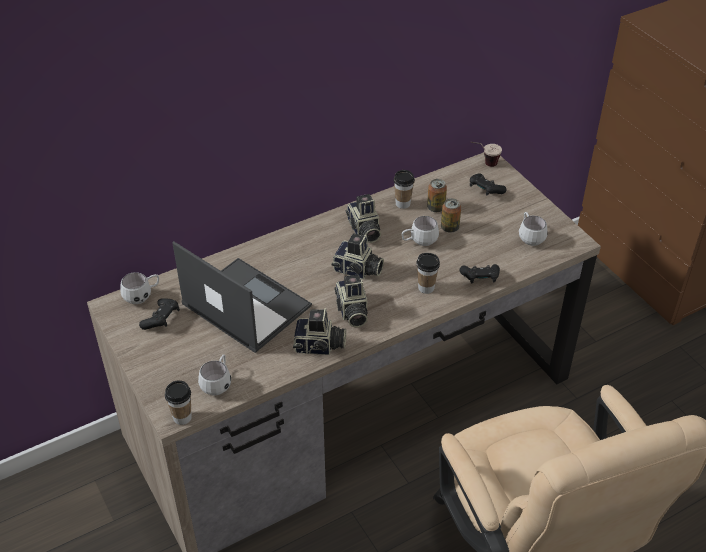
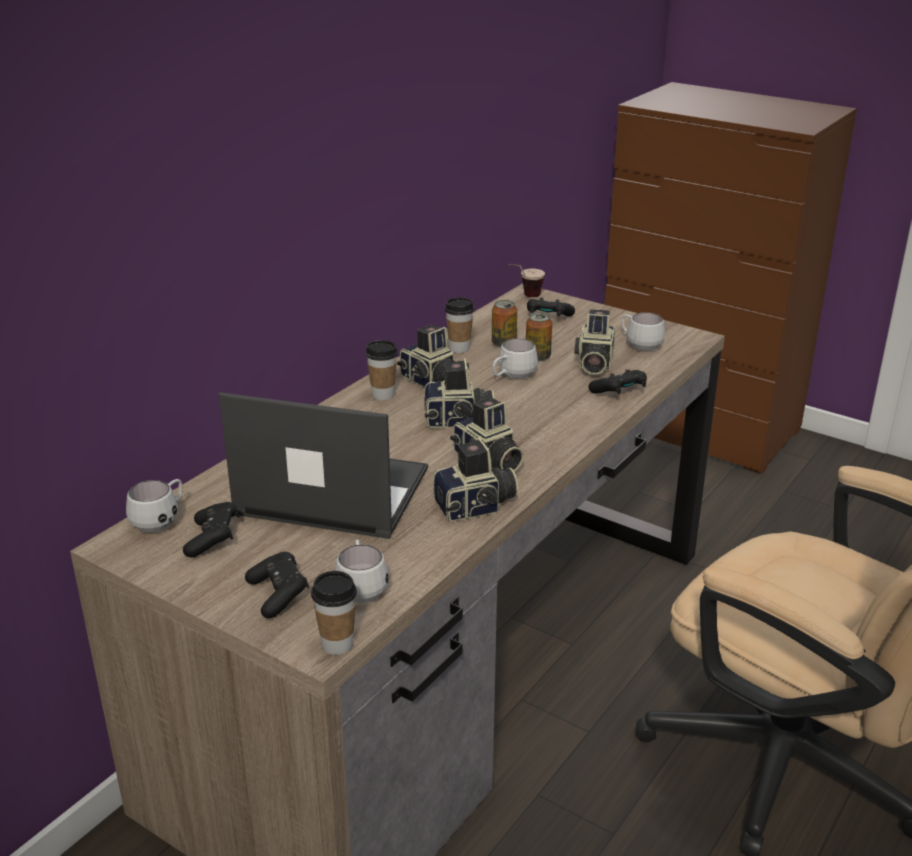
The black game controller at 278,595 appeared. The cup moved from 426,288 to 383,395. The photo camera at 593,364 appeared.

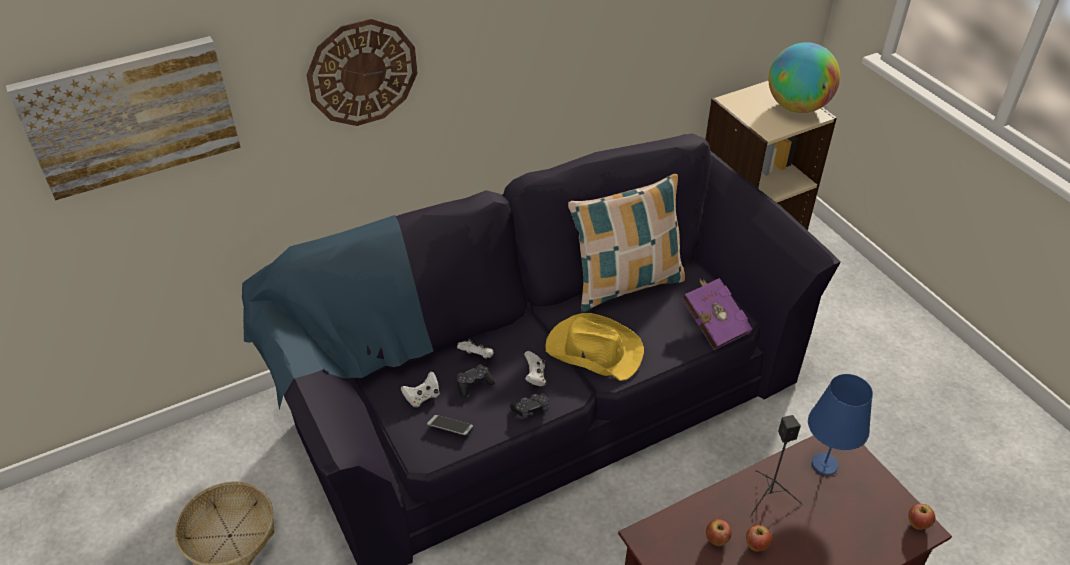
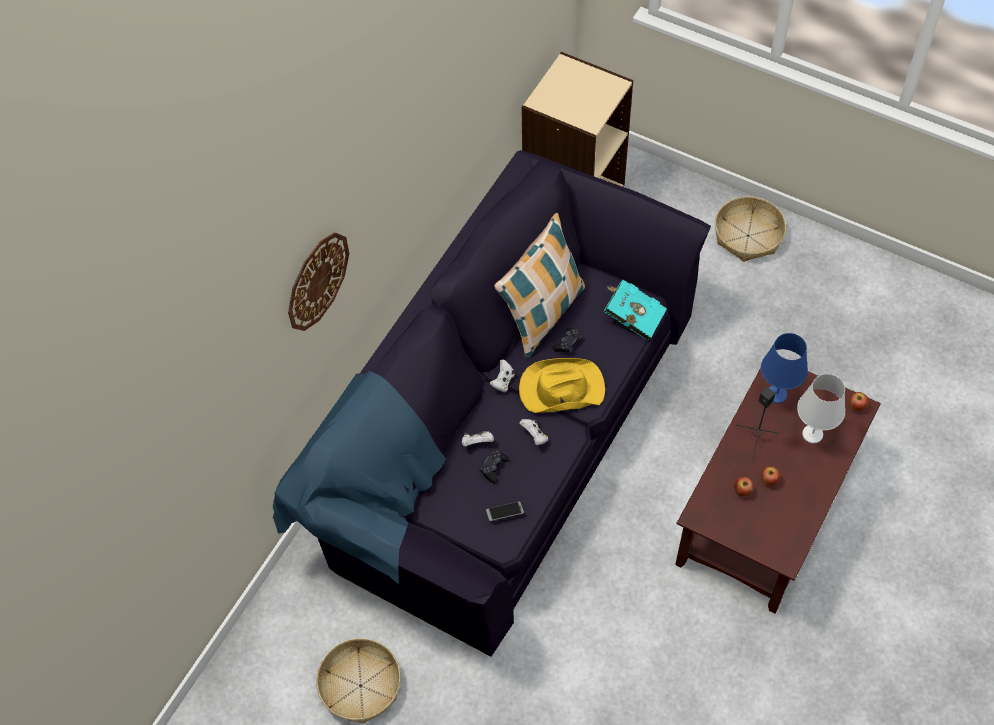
The white game controller moved from 422,397 to 503,381. The black game controller moved from 531,409 to 568,343. The purple book at 713,323 became the turquoise book at 632,316. The basket at 748,235 appeared. The white table lamp at 813,434 appeared. The picture at 130,115 disappeared. The globe at 797,107 disappeared.

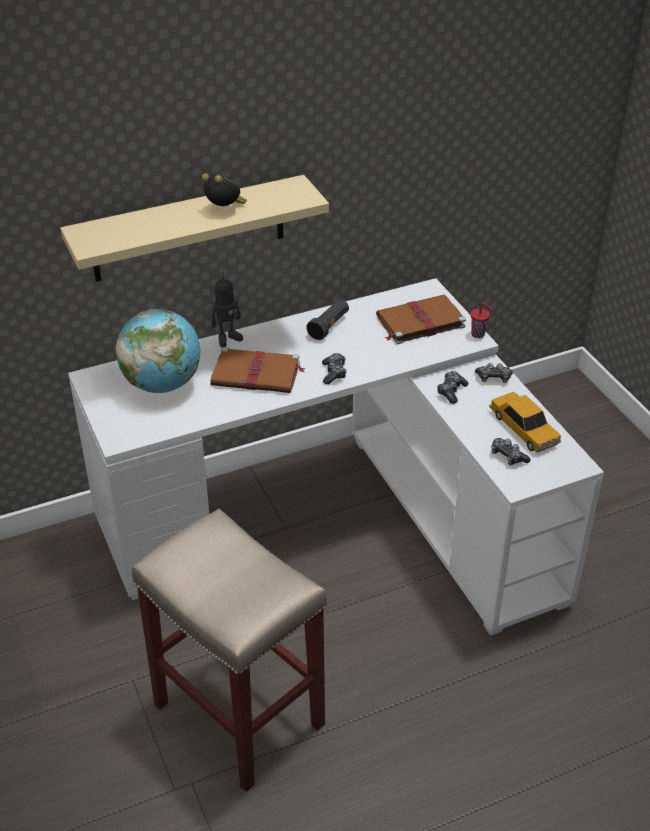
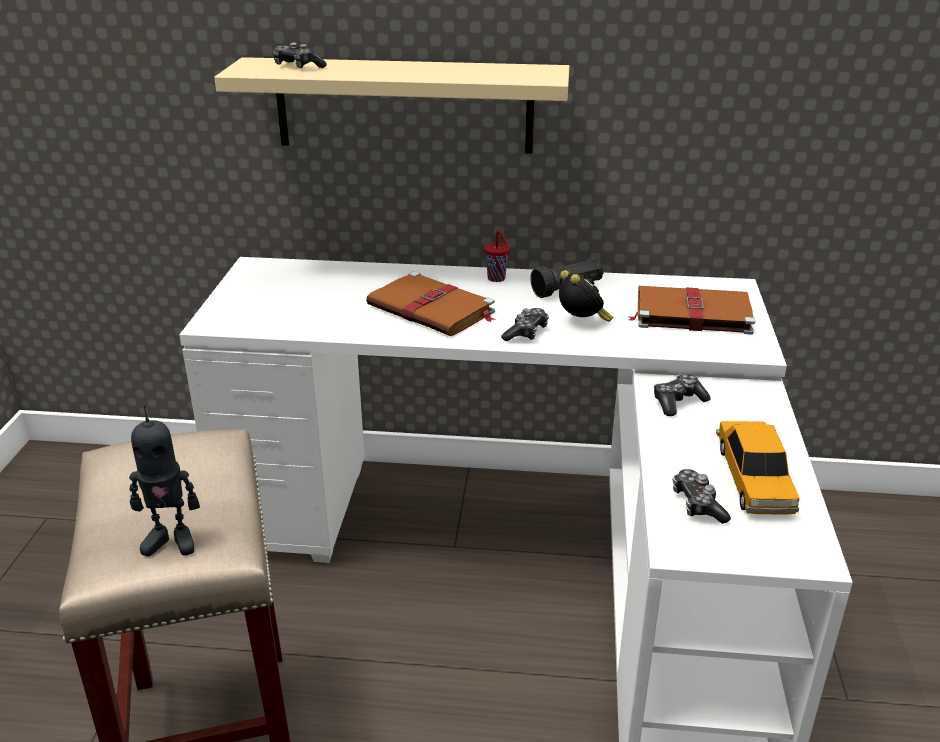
The toy robot moved from 227,338 to 171,541. The game controller moved from 493,378 to 297,67. The red cup moved from 478,334 to 497,279. The alarm clock moved from 225,209 to 582,322. The globe at 162,384 disappeared.

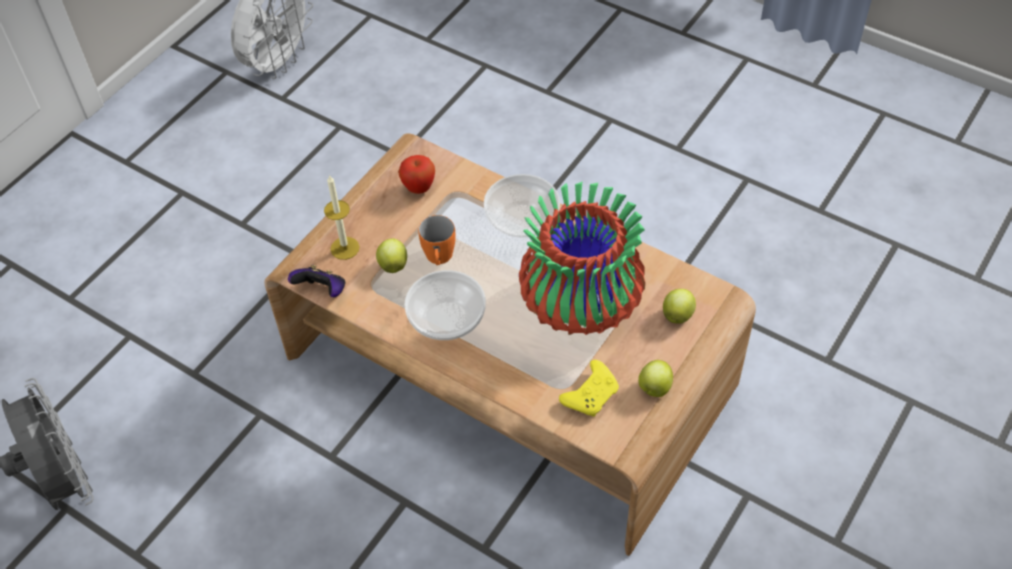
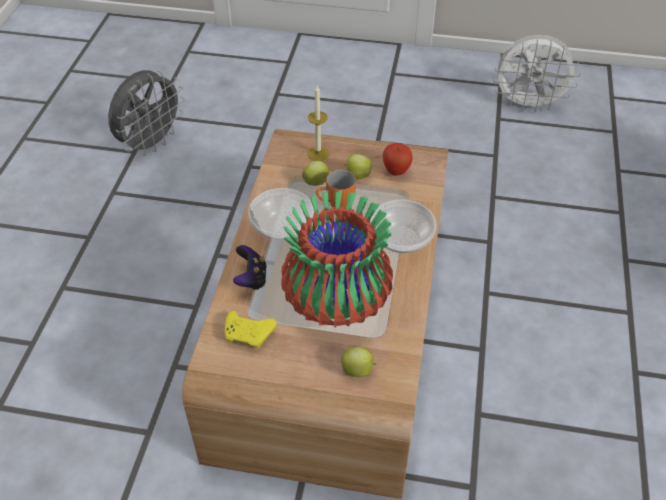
The game controller moved from 322,291 to 251,279. The apple moved from 654,388 to 357,176.

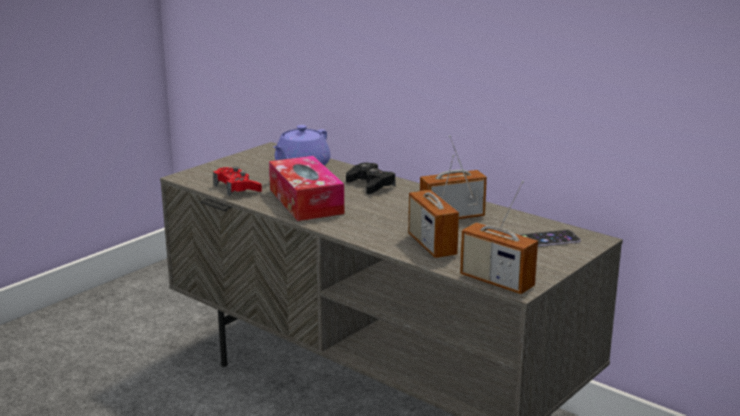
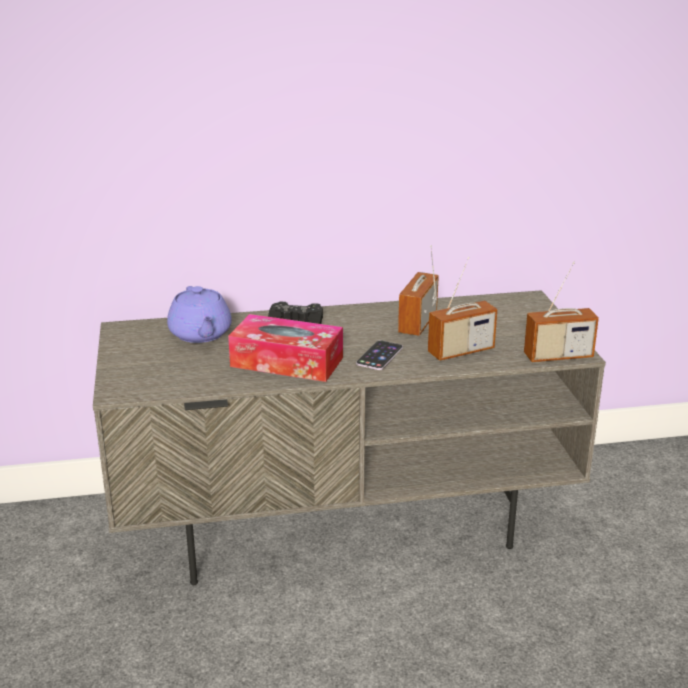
The phone moved from 549,239 to 379,355. The radio at 432,245 turned 45 degrees counterclockwise. The red game controller at 237,188 disappeared.

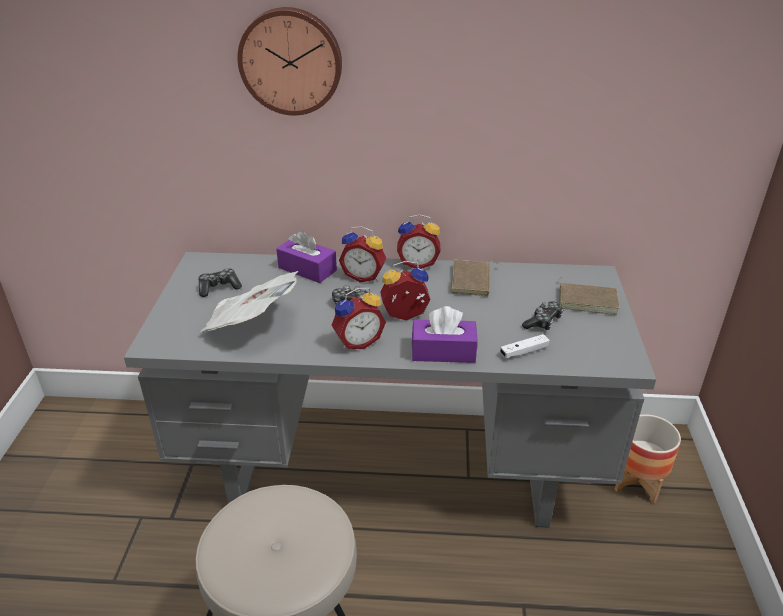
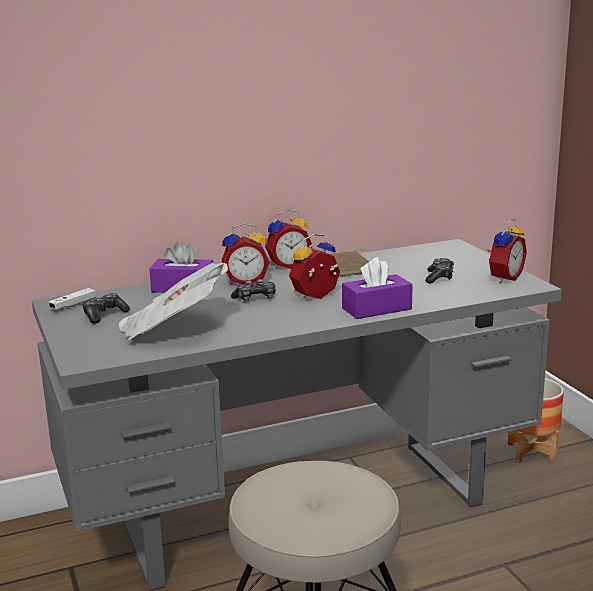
The white game controller moved from 524,351 to 73,305. The alarm clock moved from 357,341 to 503,278. The wall clock at 291,61 disappeared. The brown book at 587,300 disappeared.

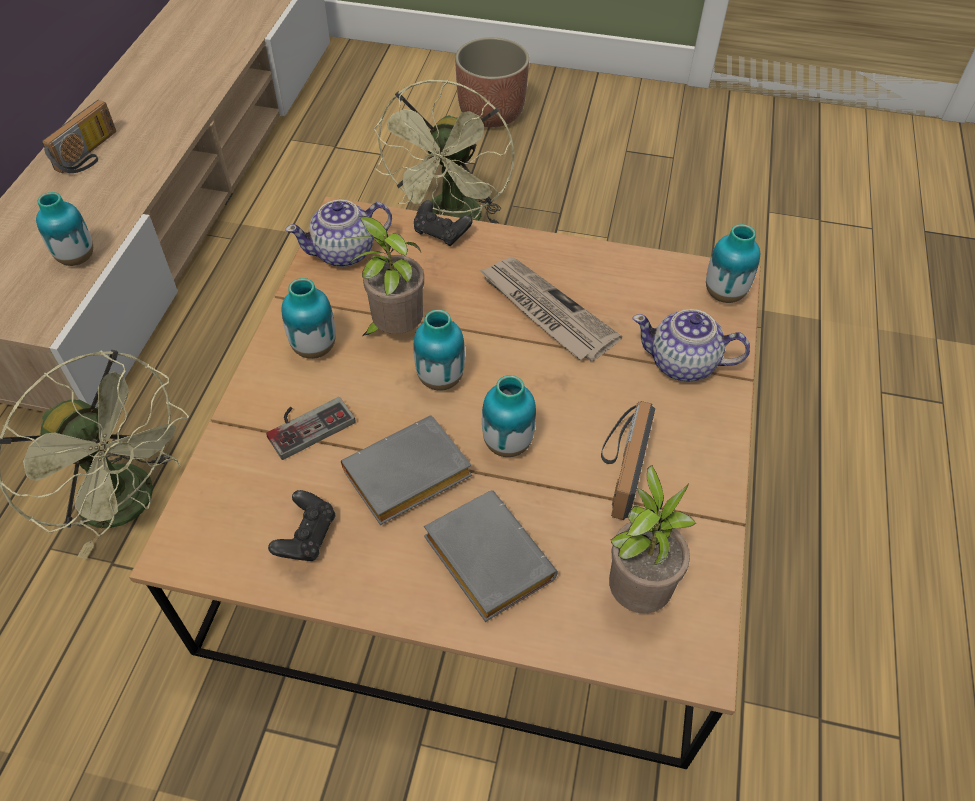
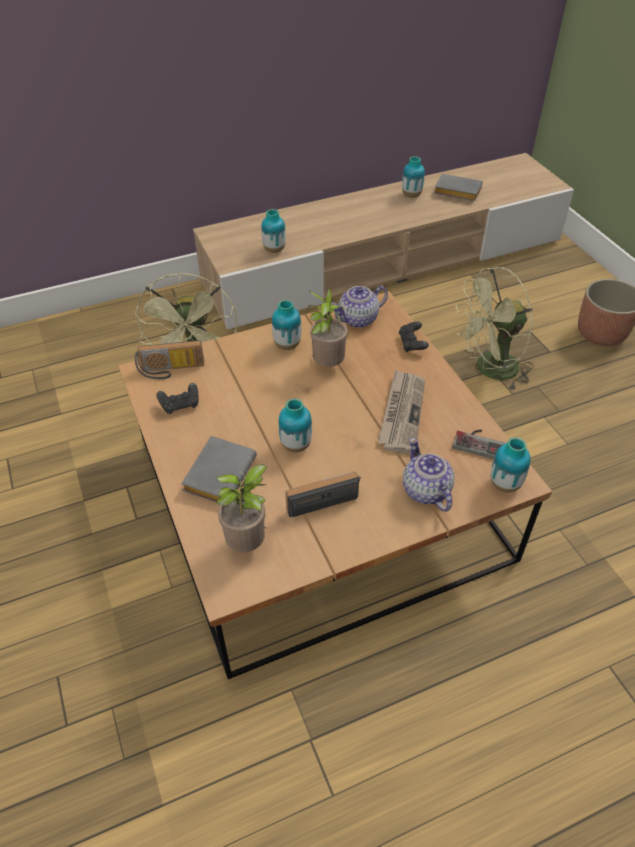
The radio moved from 90,154 to 171,370. The teapot at 345,252 turned 60 degrees counterclockwise. The vase moved from 440,379 to 411,195. The grey book moved from 406,479 to 456,192. The game controller moved from 307,423 to 481,443.

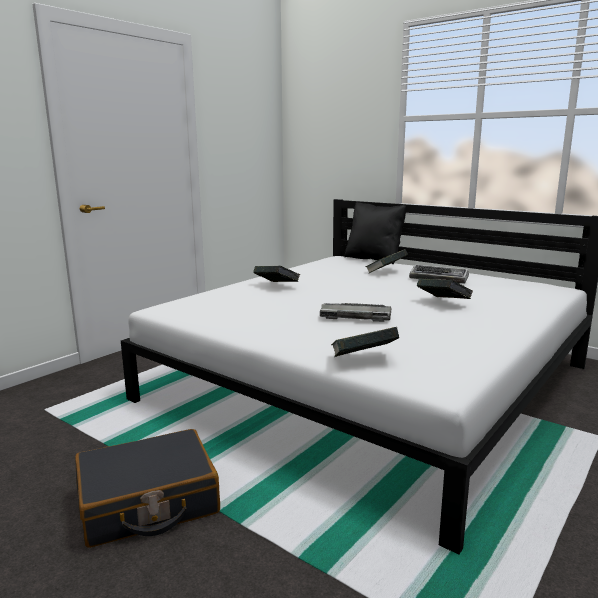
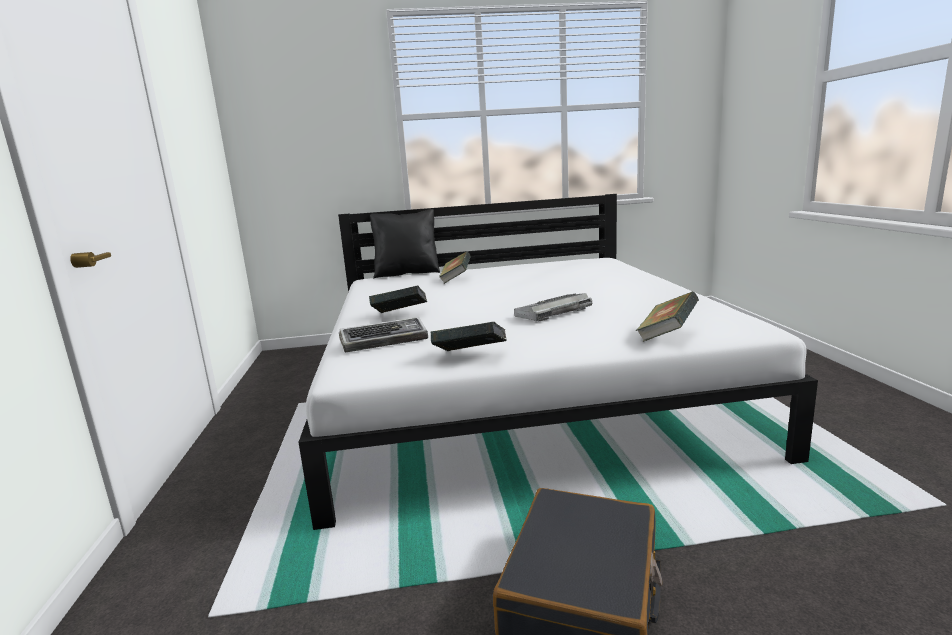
The keyboard moved from 439,278 to 385,341. The book moved from 443,303 to 470,357.

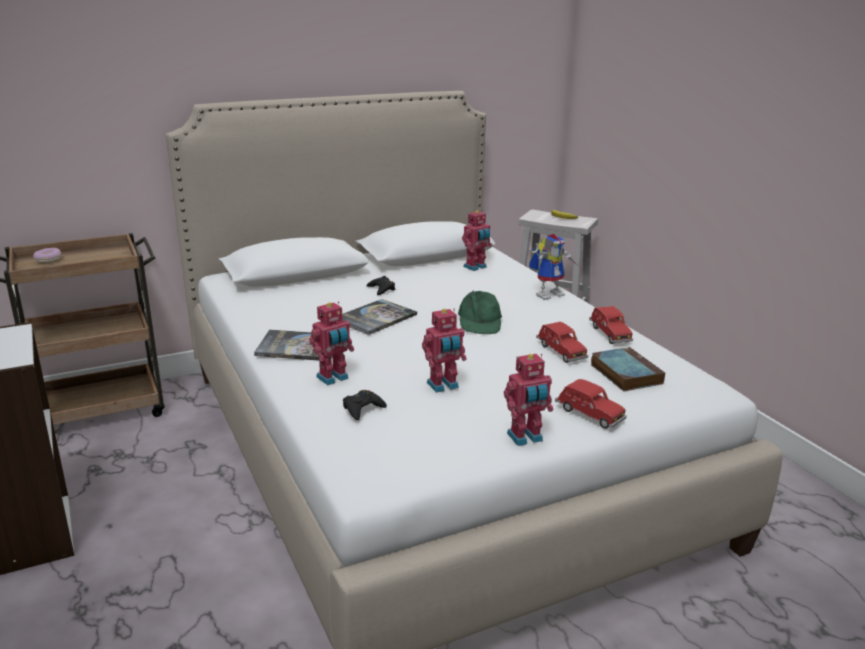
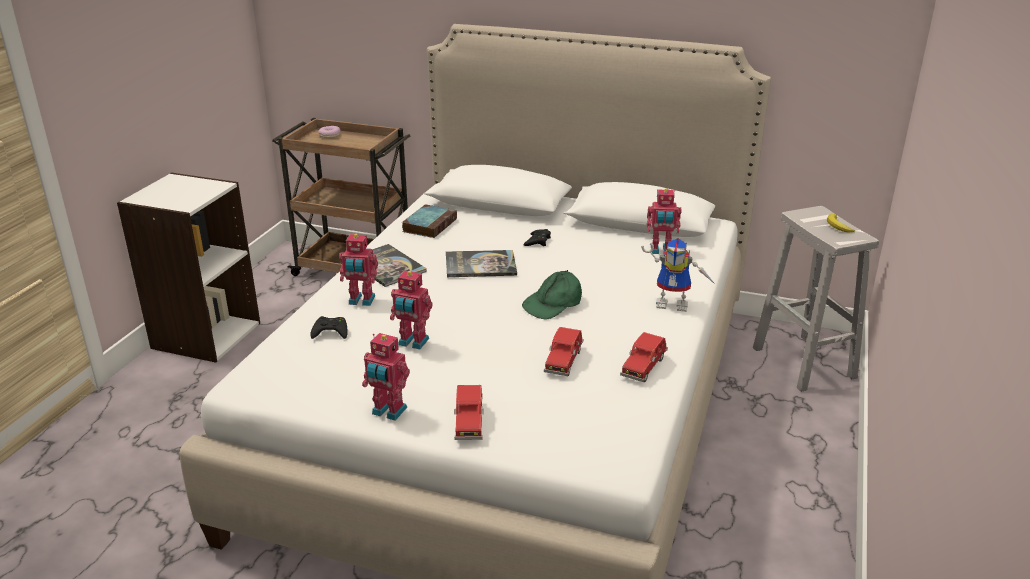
The book moved from 624,373 to 430,225.

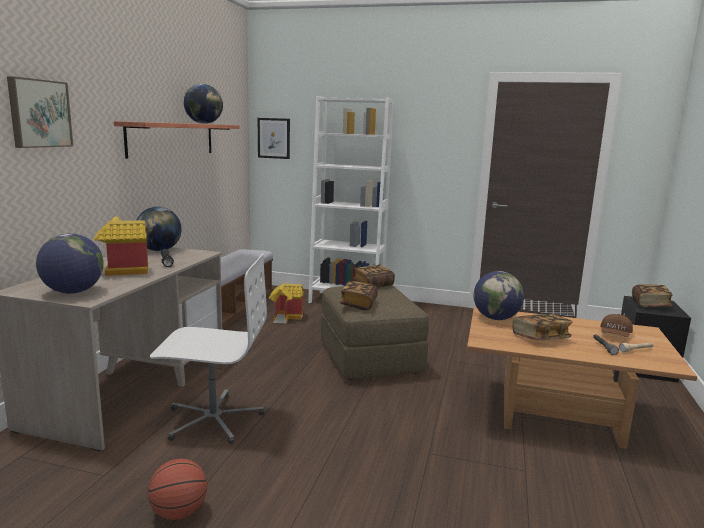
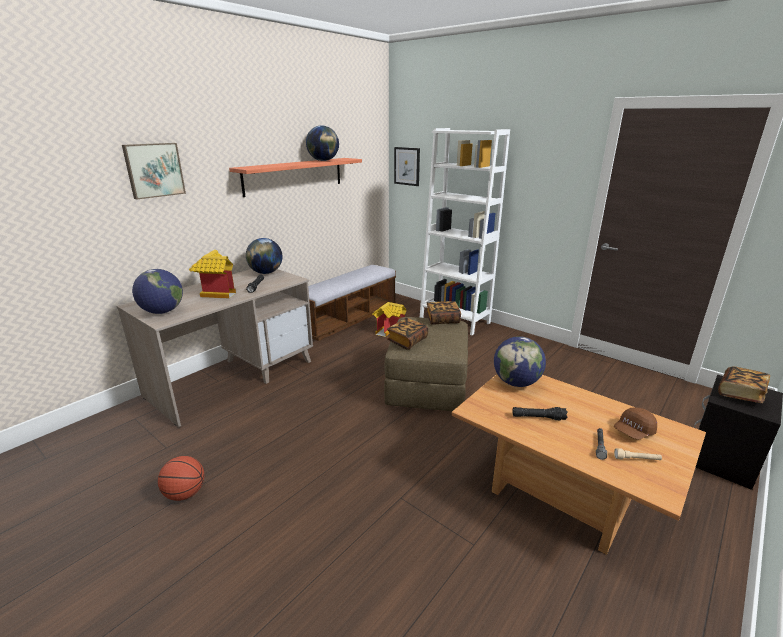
The book at 540,338 was replaced by the black flashlight at 538,417. The white office chair at 213,419 disappeared.

